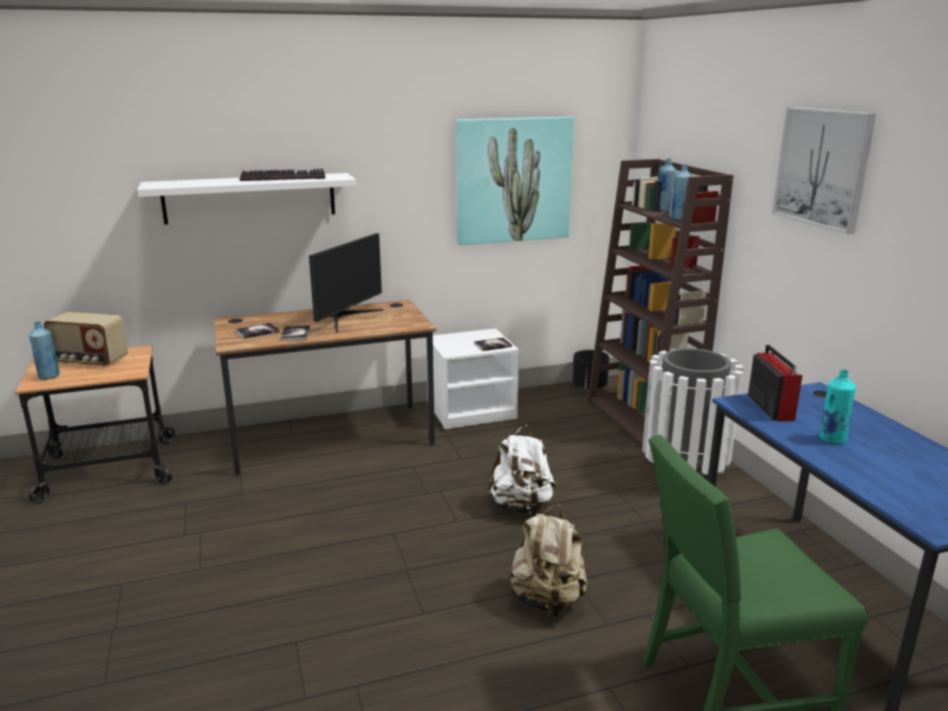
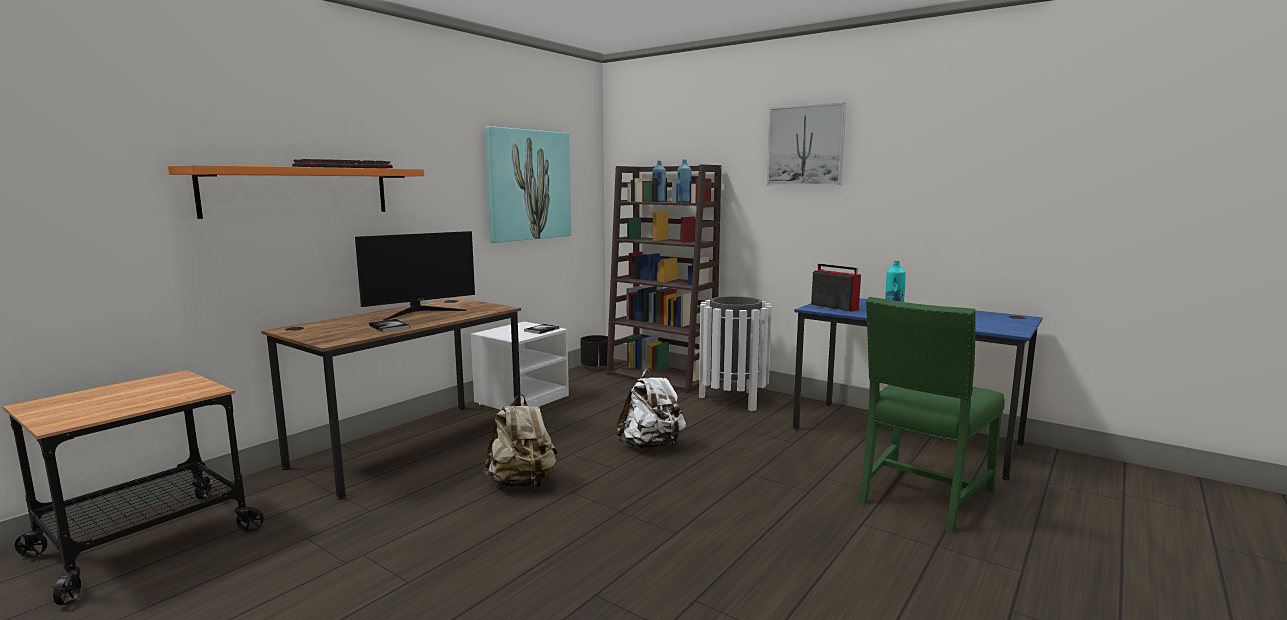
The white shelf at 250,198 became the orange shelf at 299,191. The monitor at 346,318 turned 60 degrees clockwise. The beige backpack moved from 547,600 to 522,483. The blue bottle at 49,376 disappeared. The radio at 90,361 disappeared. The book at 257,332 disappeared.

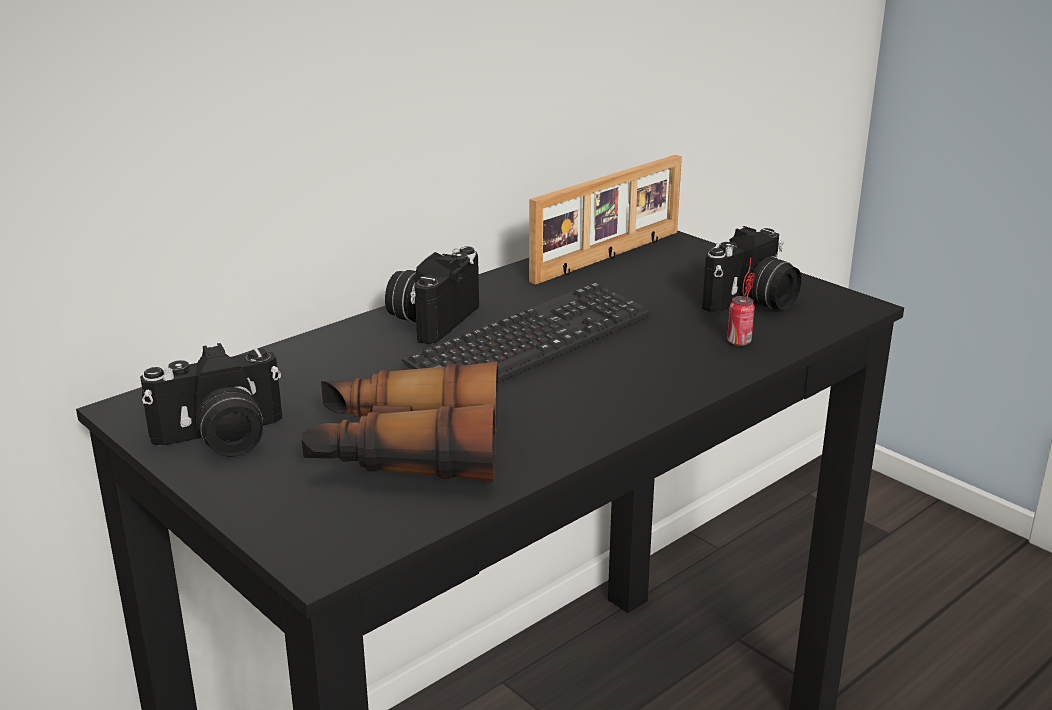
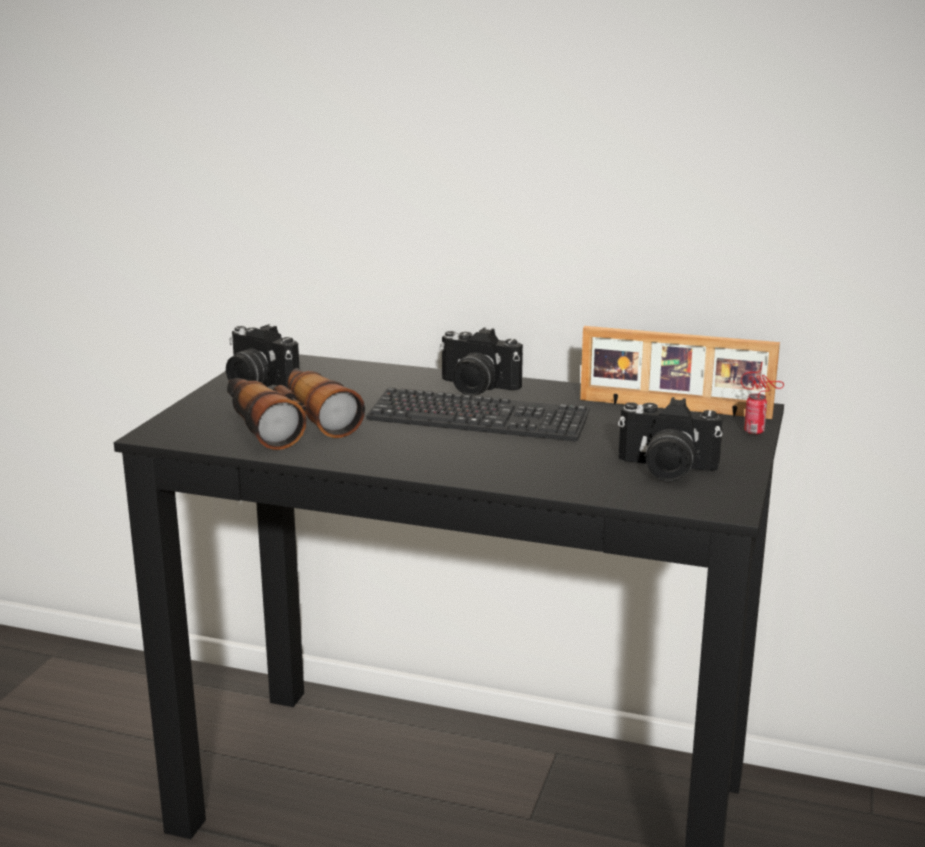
The photo camera at 432,319 turned 150 degrees counterclockwise. The can moved from 739,340 to 756,431.

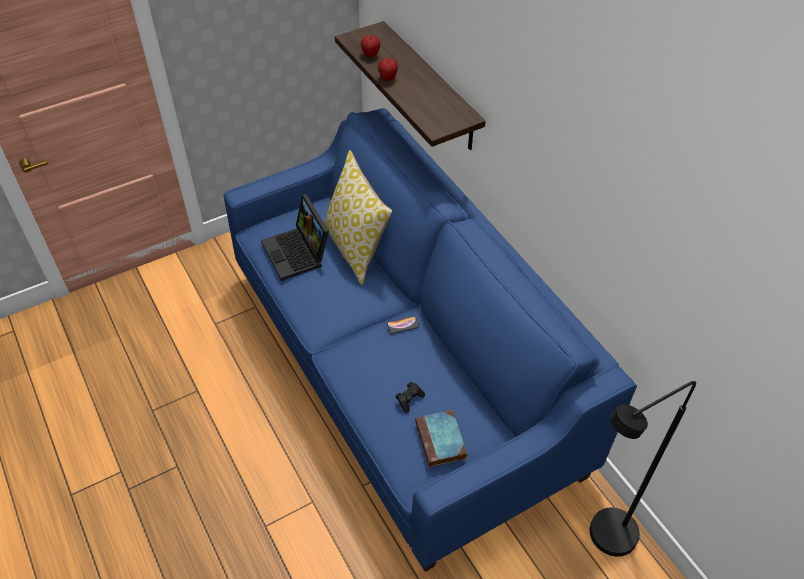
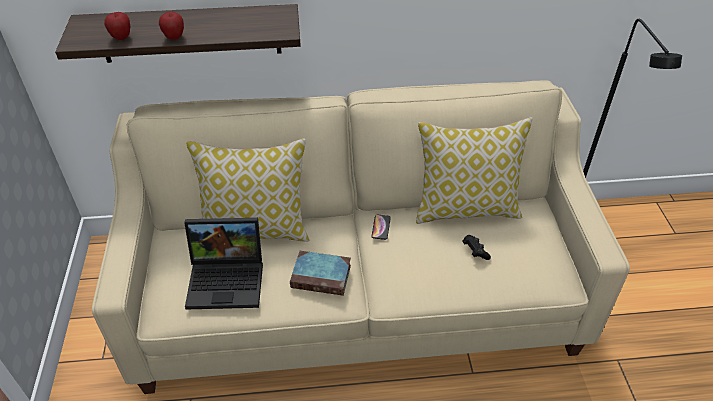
The blue sofa at 402,370 became the beige sofa at 356,293. The book moved from 441,442 to 322,276. The pillow at 466,208 appeared.

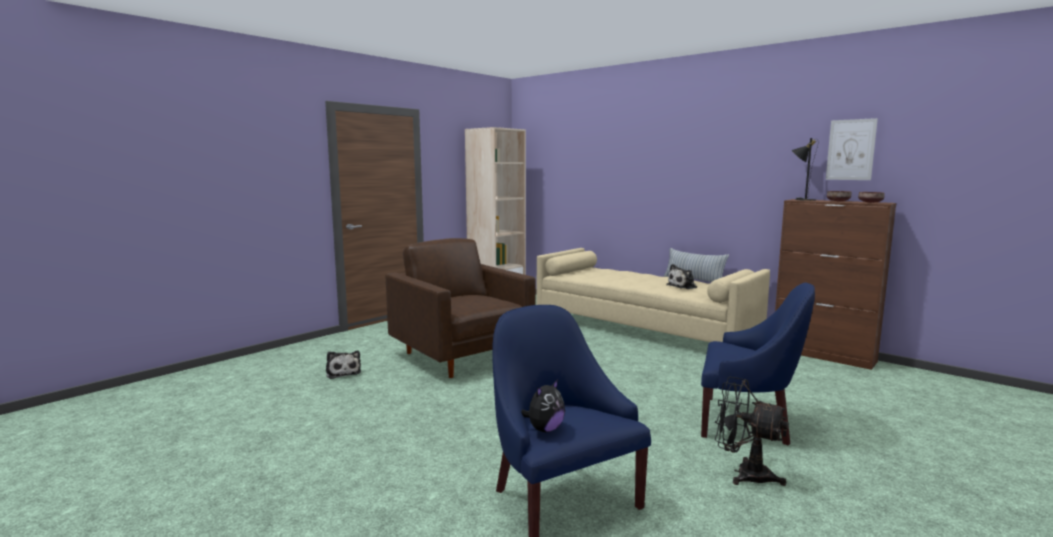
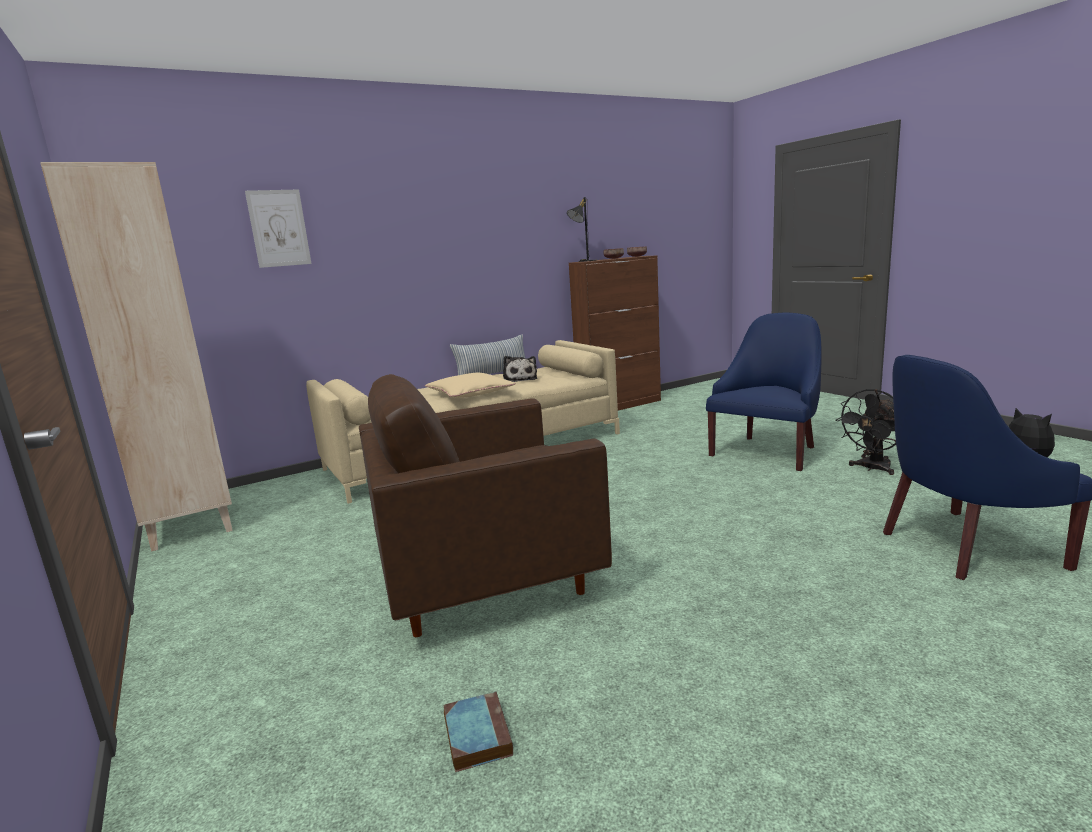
The picture moved from 850,150 to 279,228. The beige pillow at 470,393 appeared. The plush toy at 343,372 was replaced by the book at 476,734.

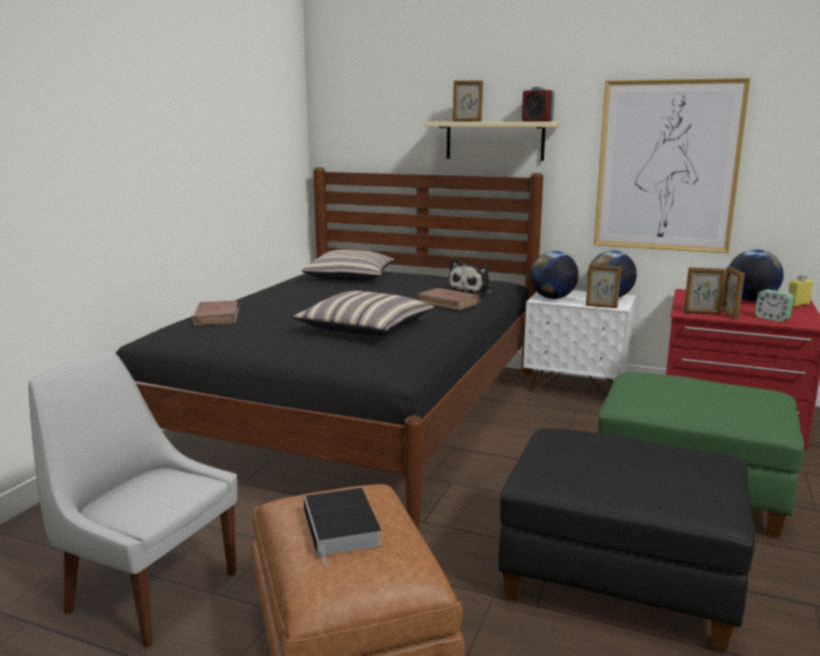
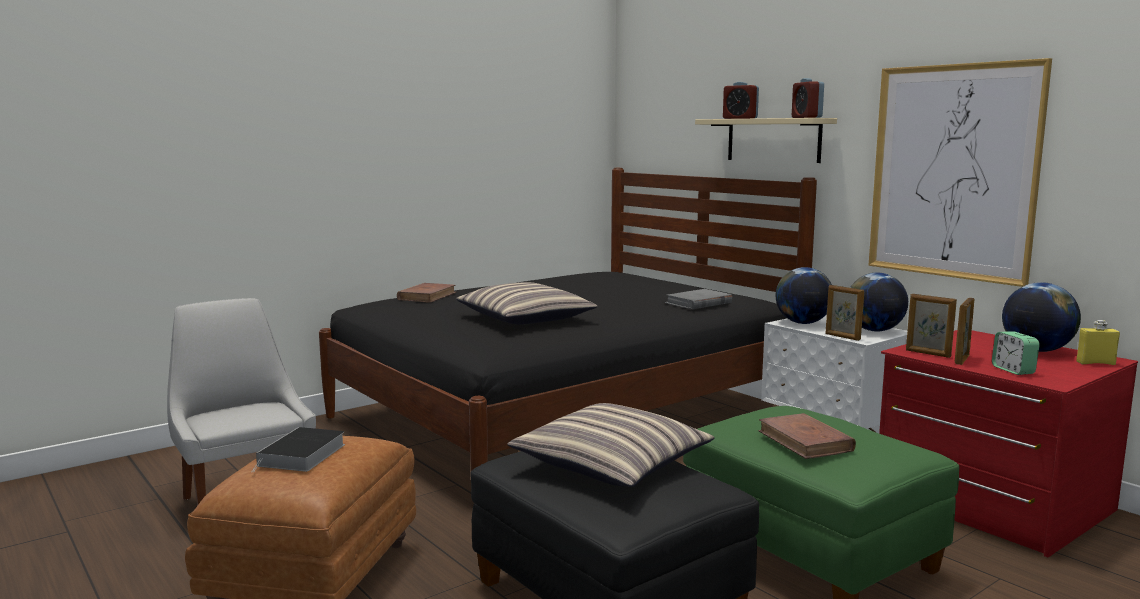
The pillow moved from 350,277 to 611,464. The plush toy at 471,291 was replaced by the grey book at 698,303. The picture frame at 467,121 was replaced by the alarm clock at 740,118. The brown book moved from 448,302 to 805,441.

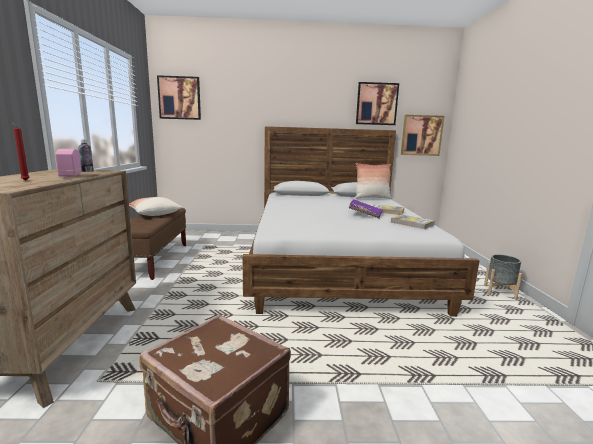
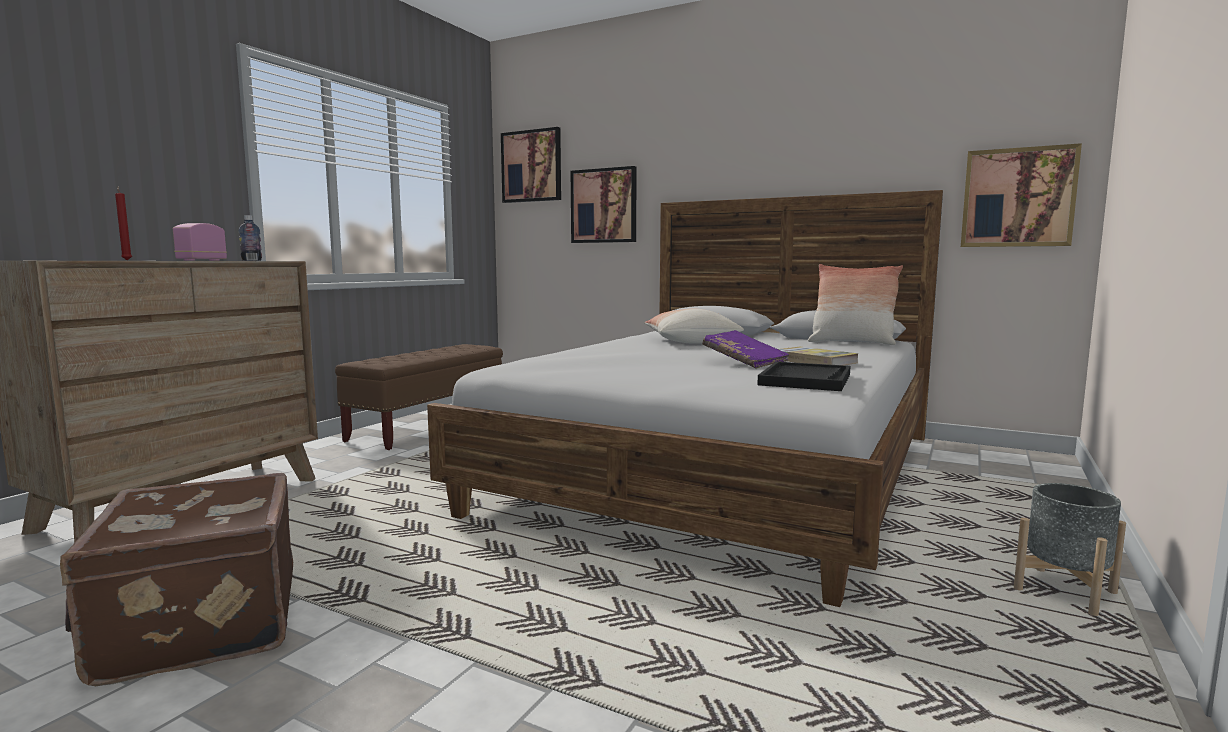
The picture moved from 376,104 to 604,206. The pillow moved from 154,213 to 690,341. The book at 412,223 was replaced by the black tray at 805,380.

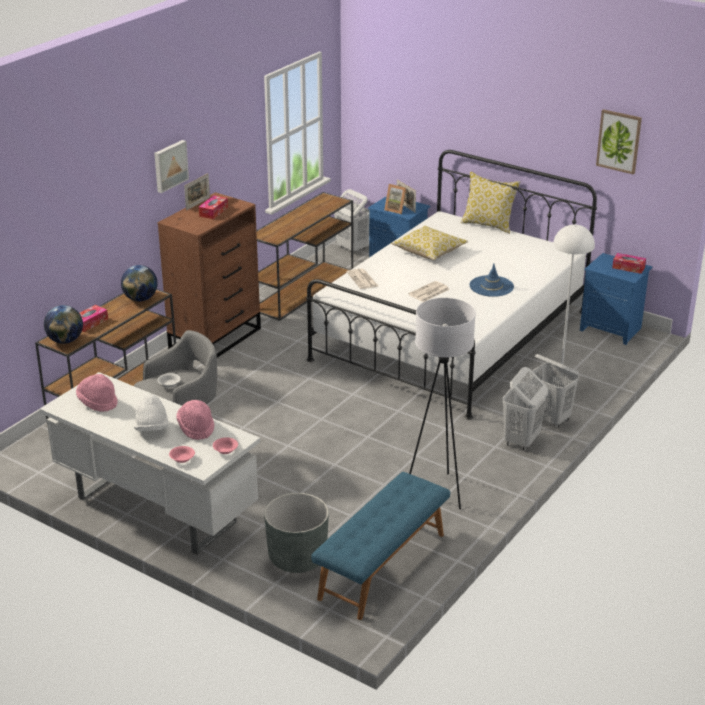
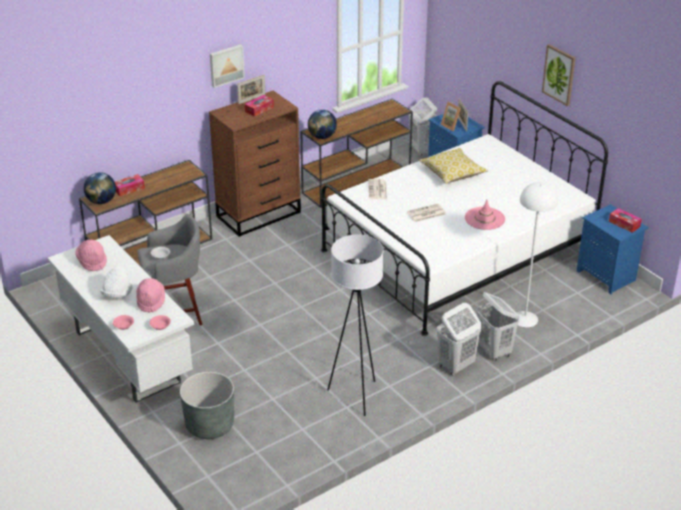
The globe moved from 140,299 to 322,137. The blue hat at 491,286 became the pink hat at 484,218. The picture moved from 619,141 to 559,74. The blue bench at 383,566 disappeared. The pillow at 488,225 disappeared.

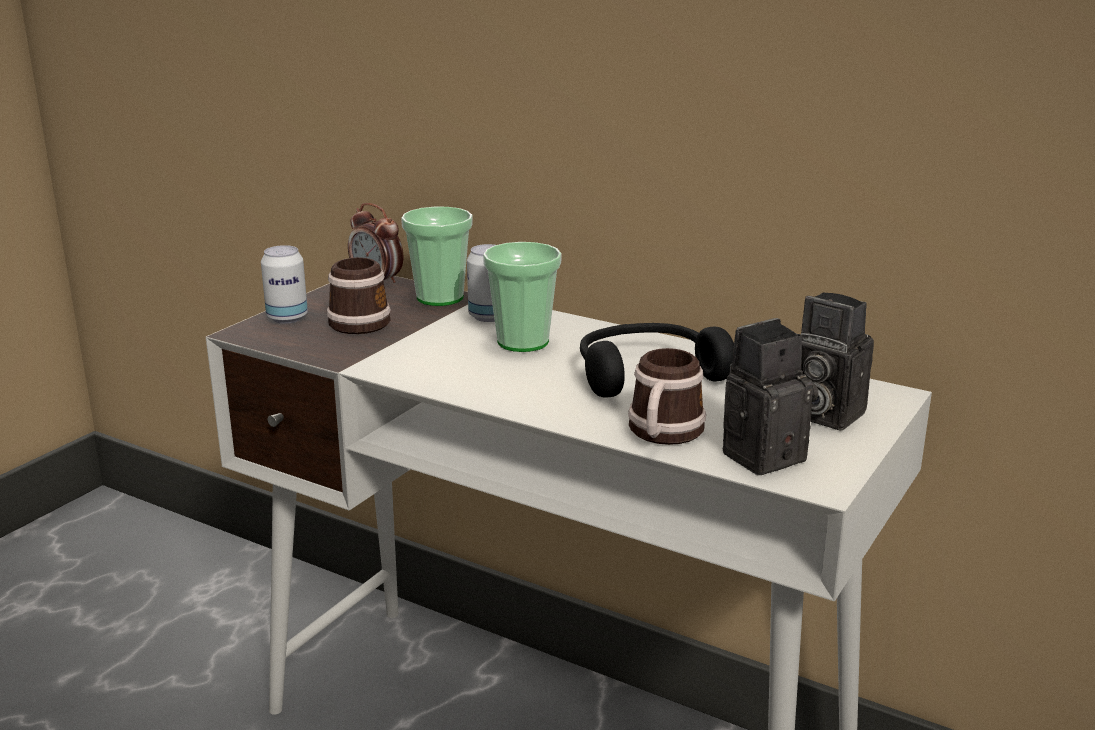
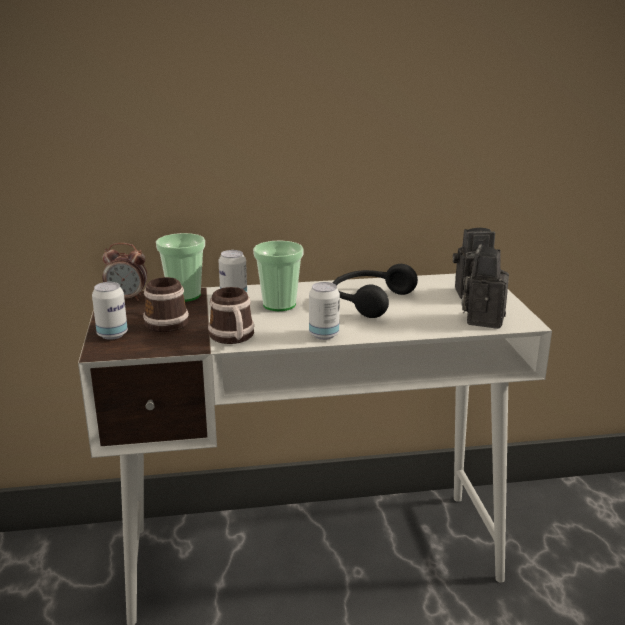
The mug moved from 663,434 to 233,338. The can at 324,335 appeared.

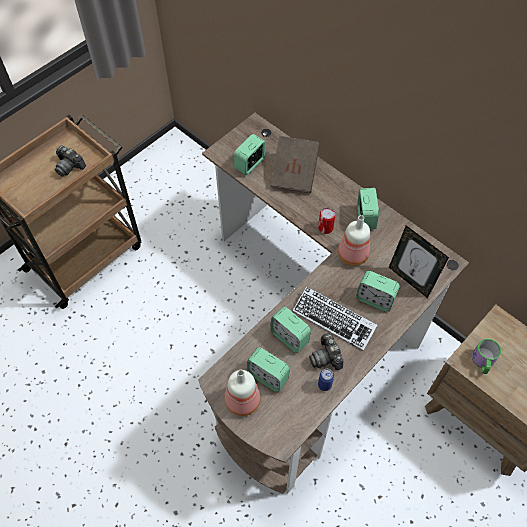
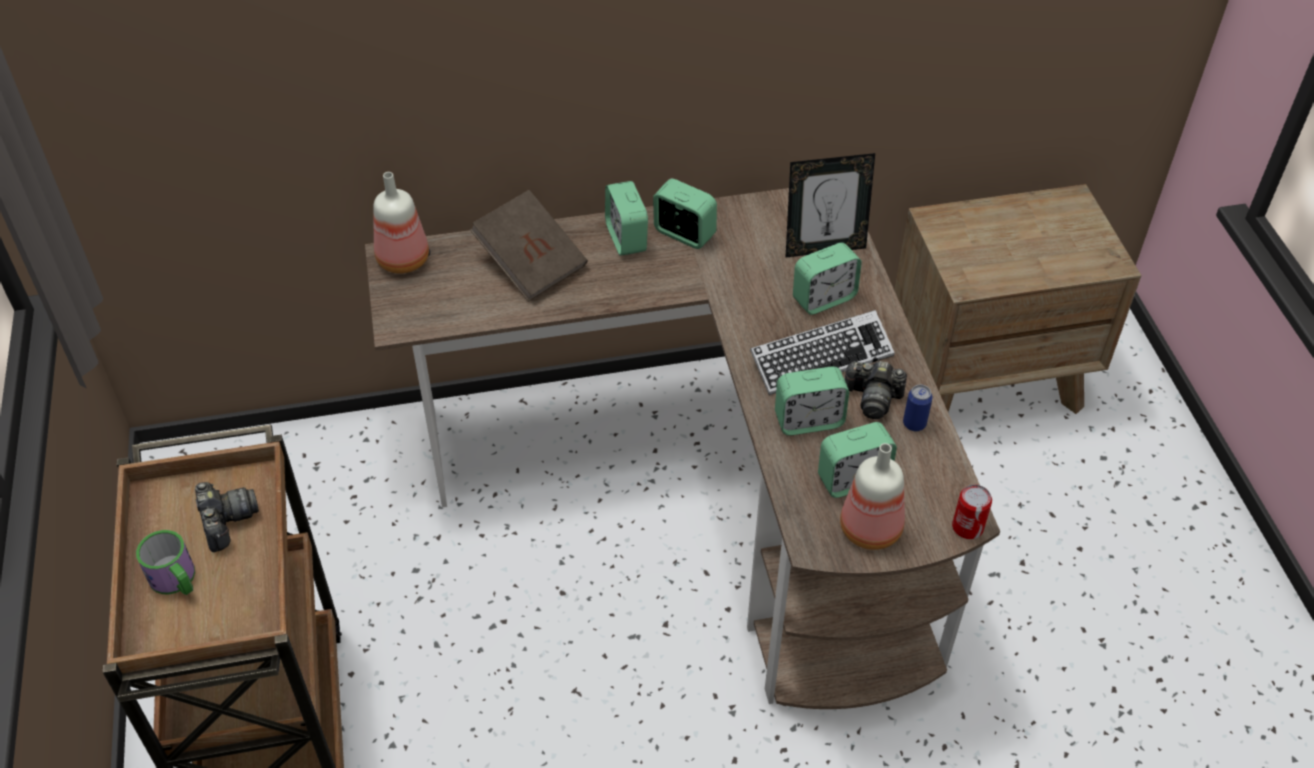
The mug moved from 482,362 to 176,580. The photo camera at 69,166 turned 90 degrees counterclockwise. The bottle moved from 353,256 to 404,260. The alarm clock moved from 250,164 to 626,238. The can moved from 325,228 to 967,527.

